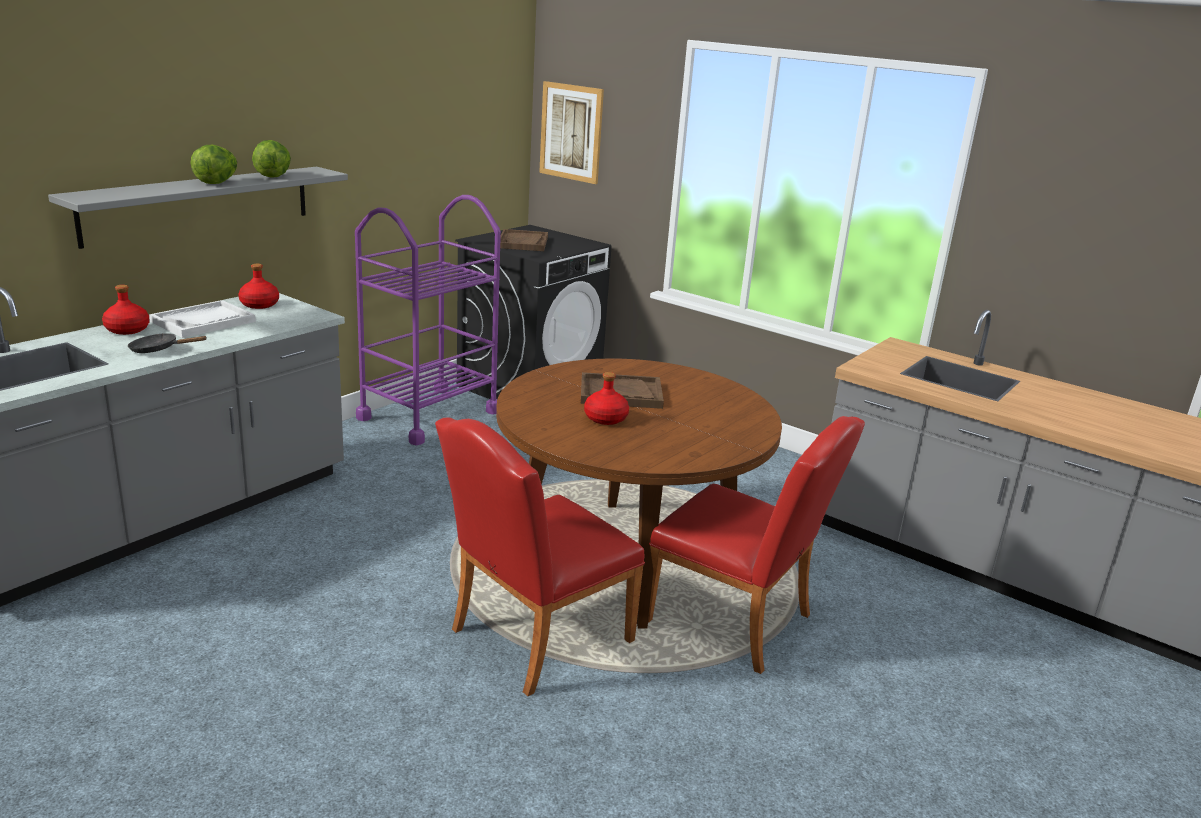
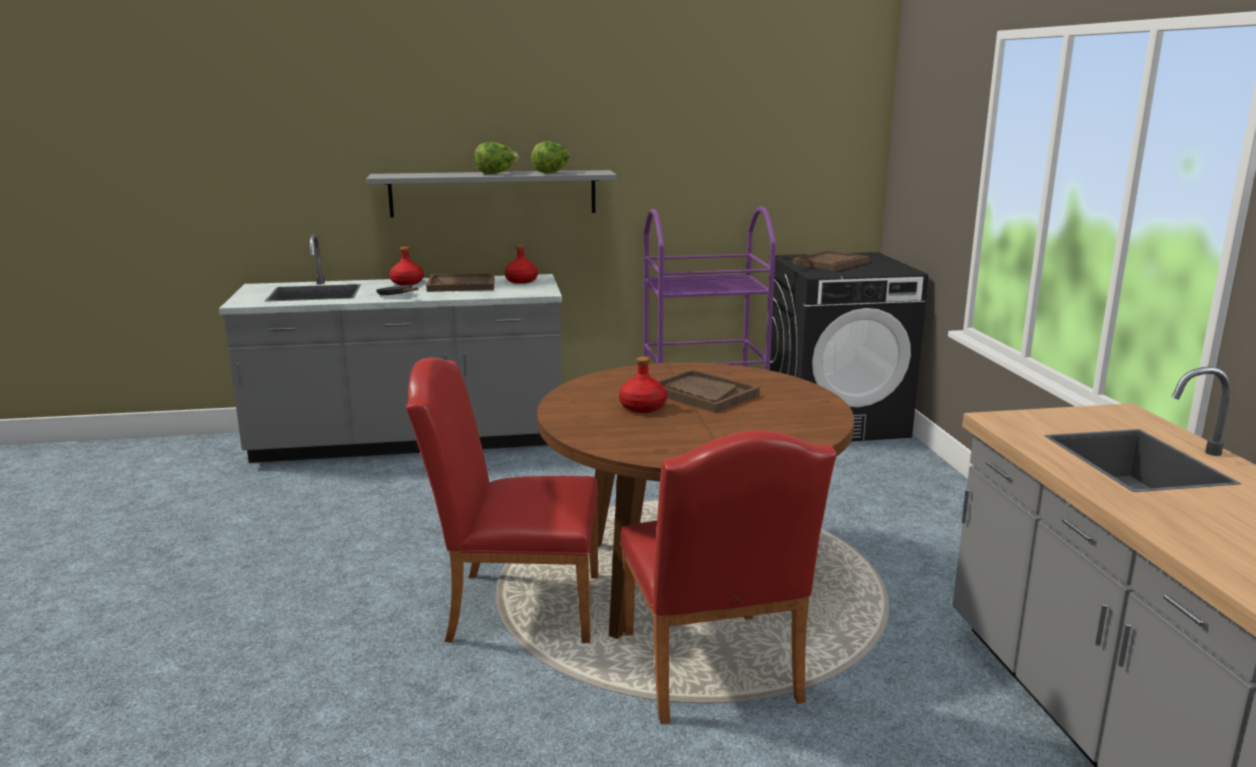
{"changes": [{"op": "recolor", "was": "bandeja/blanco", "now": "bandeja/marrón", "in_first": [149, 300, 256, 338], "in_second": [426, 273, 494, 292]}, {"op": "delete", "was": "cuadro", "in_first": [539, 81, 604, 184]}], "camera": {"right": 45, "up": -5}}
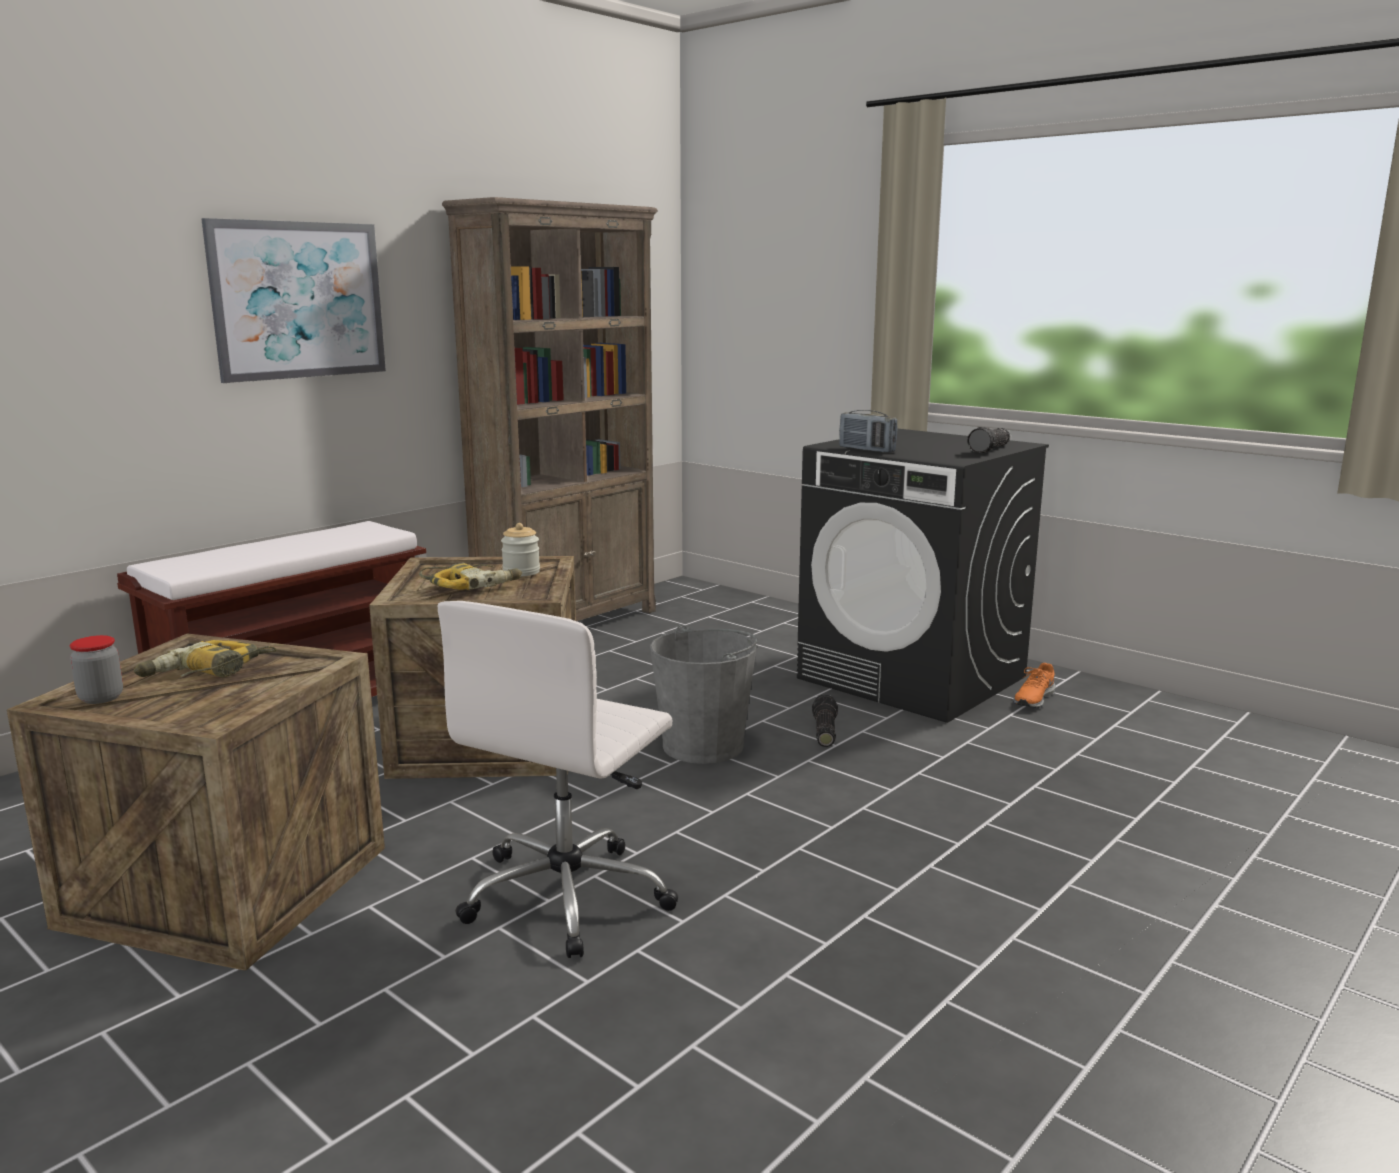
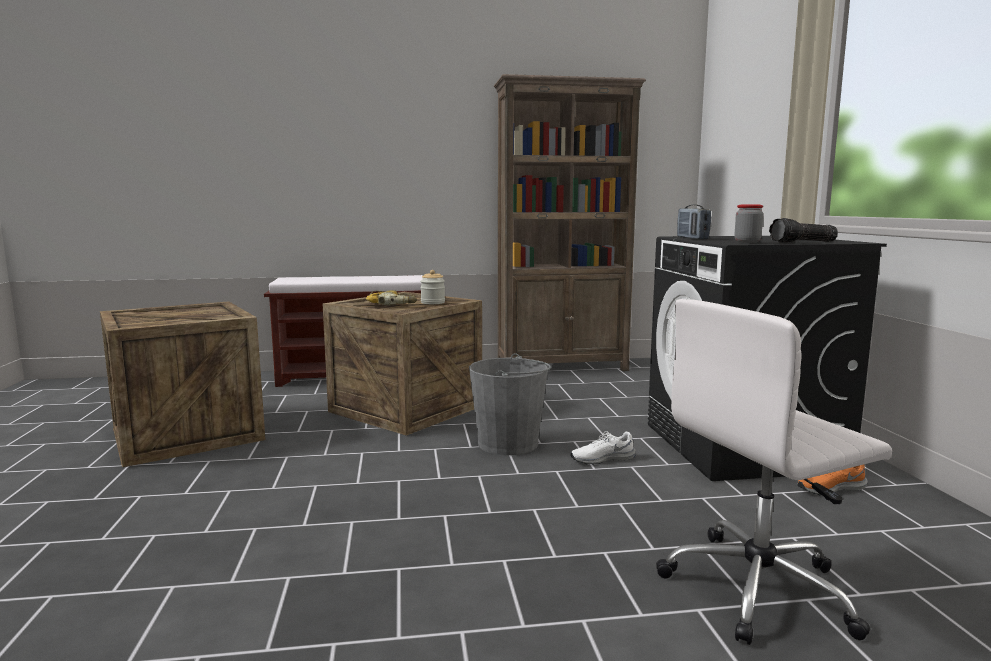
{"changes": [{"op": "move", "was": "tarro", "in_first": [70, 635, 123, 704], "in_second": [734, 204, 763, 243]}, {"op": "delete", "was": "taladro", "in_first": [134, 640, 277, 678]}, {"op": "delete", "was": "cuadro", "in_first": [201, 218, 386, 383]}, {"op": "move", "was": "silla de oficina/blanco", "in_first": [438, 601, 678, 958], "in_second": [656, 299, 892, 645]}, {"op": "replace", "was": "linterna", "now": "zapato/blanco", "in_first": [812, 695, 838, 747], "in_second": [571, 431, 636, 465]}], "camera": {"right": 40, "up": -5}}
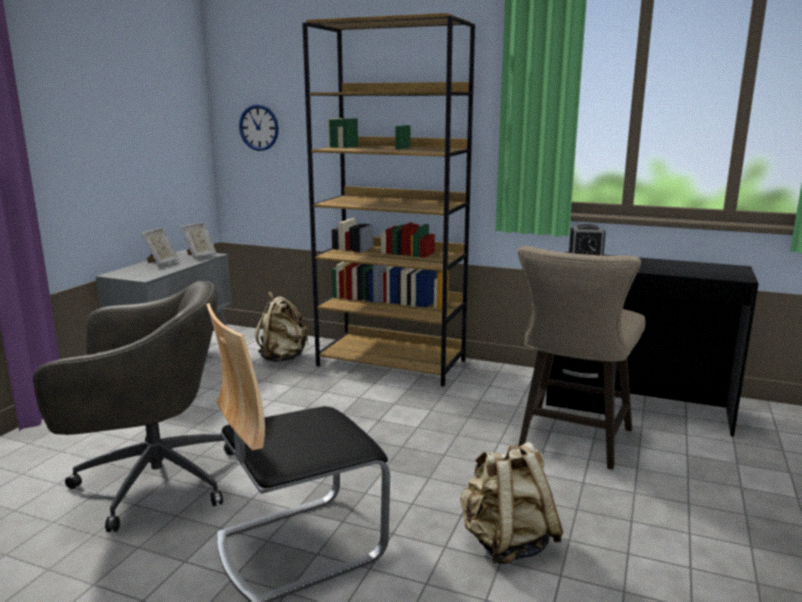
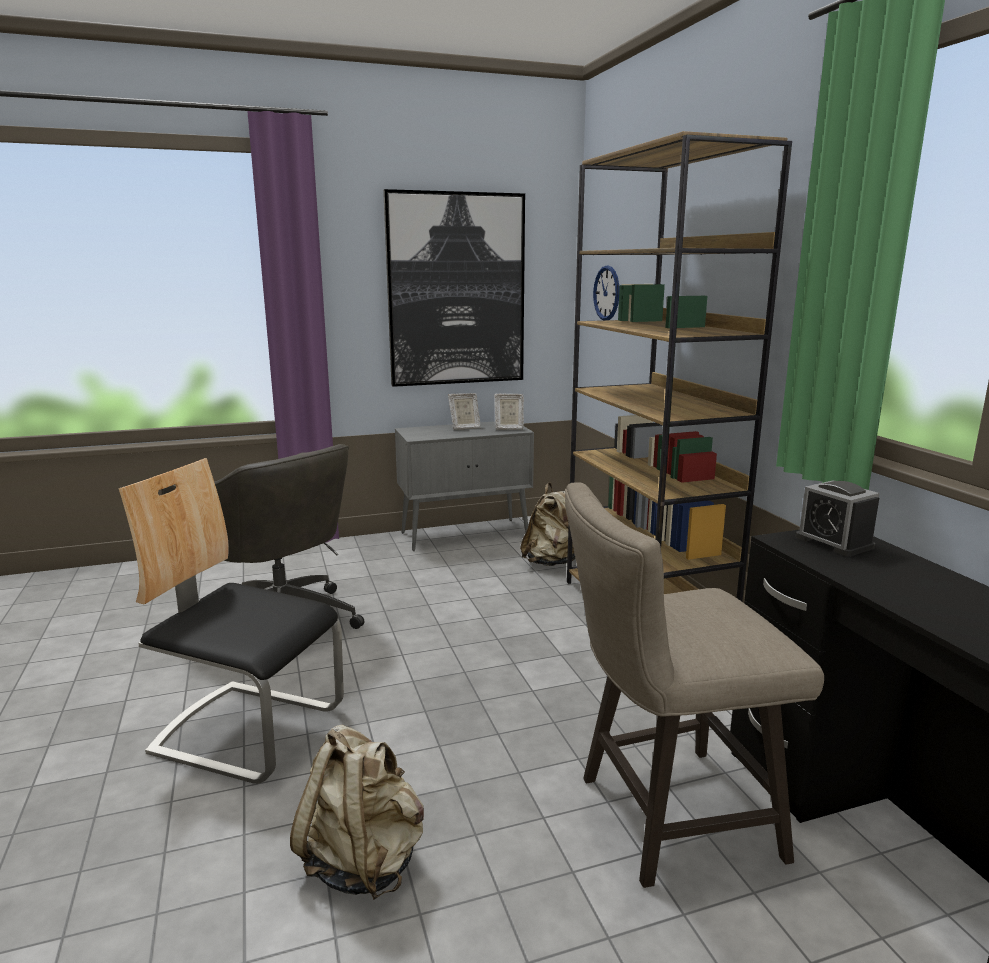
{"changes": [{"op": "insert", "now": "cuadro", "in_second": [383, 189, 525, 387]}], "camera": {"right": 50, "up": 0}}
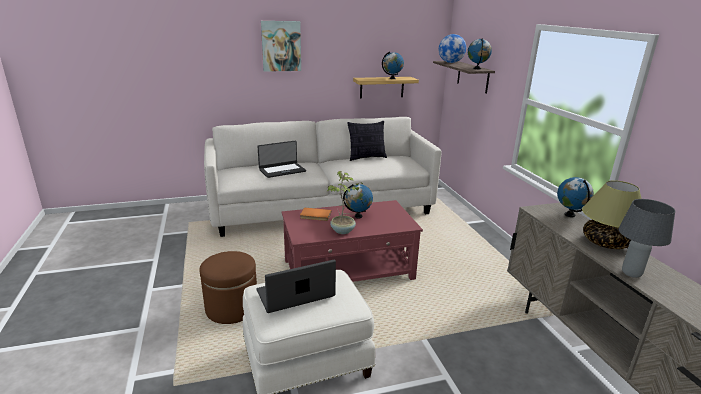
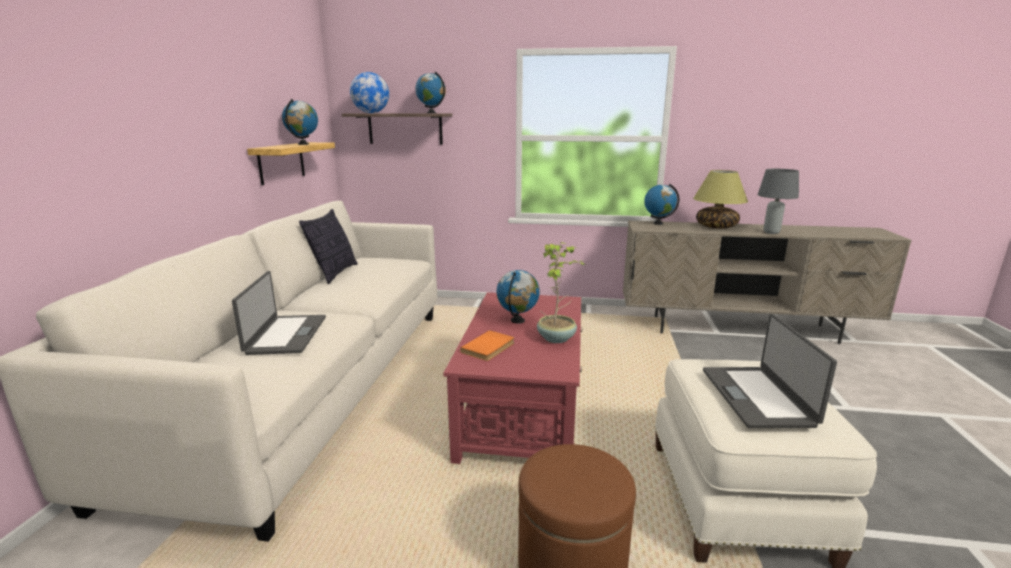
{"changes": [{"op": "delete", "was": "cuadro", "in_first": [261, 21, 301, 72]}], "camera": {"right": -65, "up": -5}}
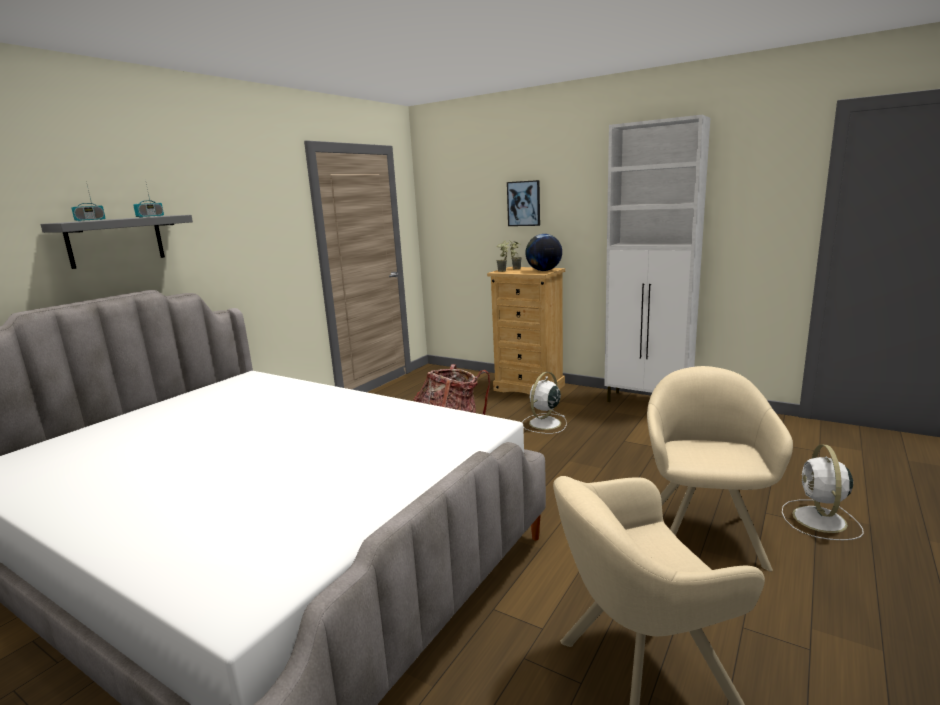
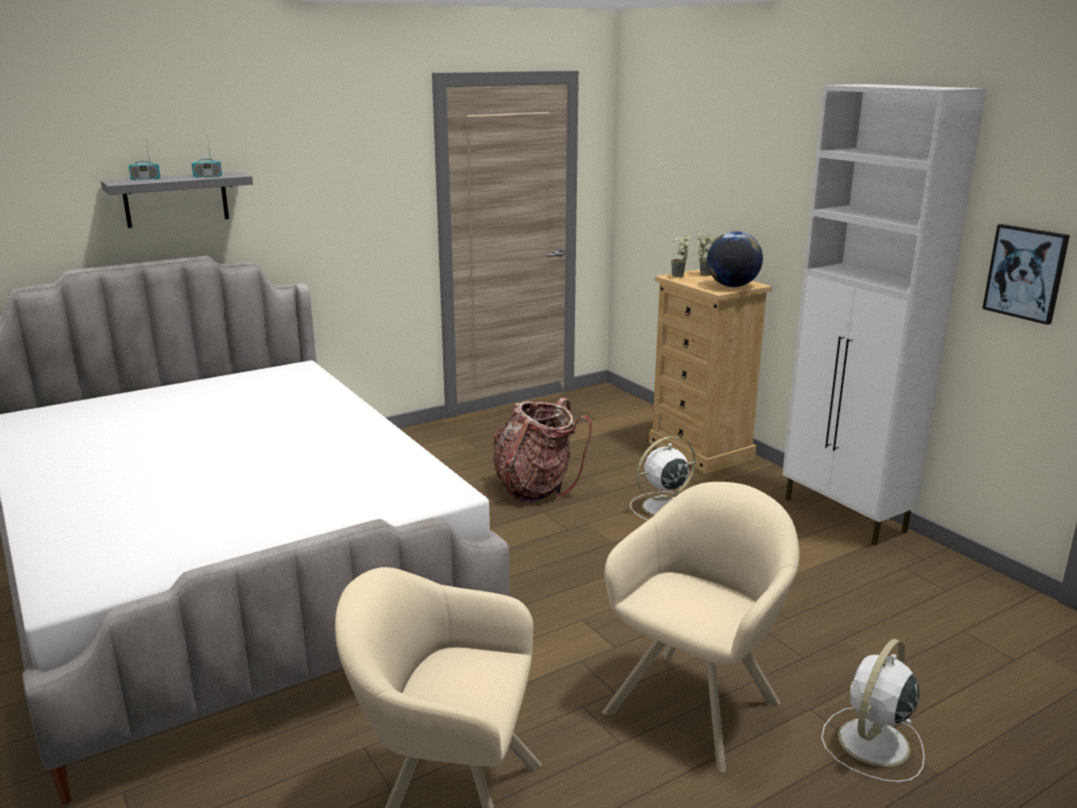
{"changes": [{"op": "move", "was": "cuadro", "in_first": [507, 180, 540, 226], "in_second": [982, 224, 1070, 325]}], "camera": {"right": 25, "up": 5}}
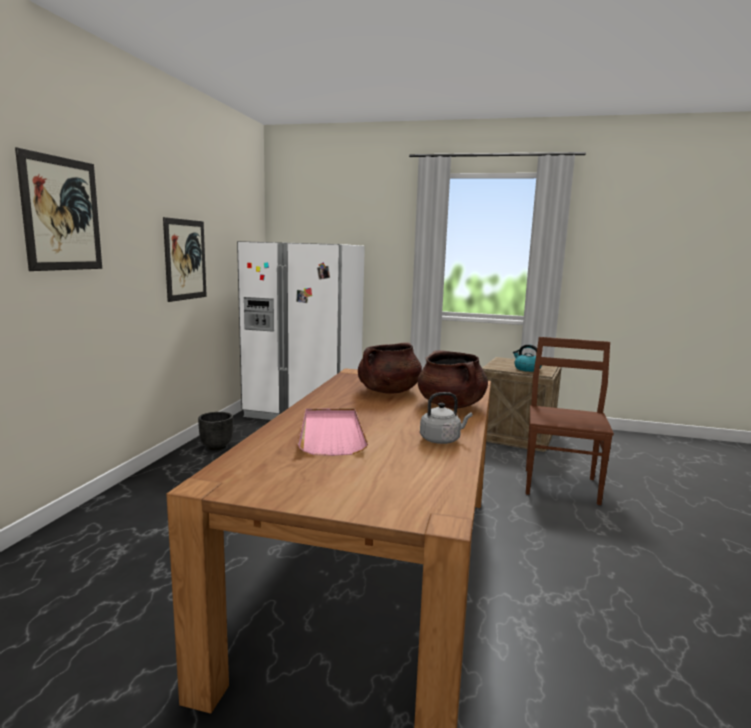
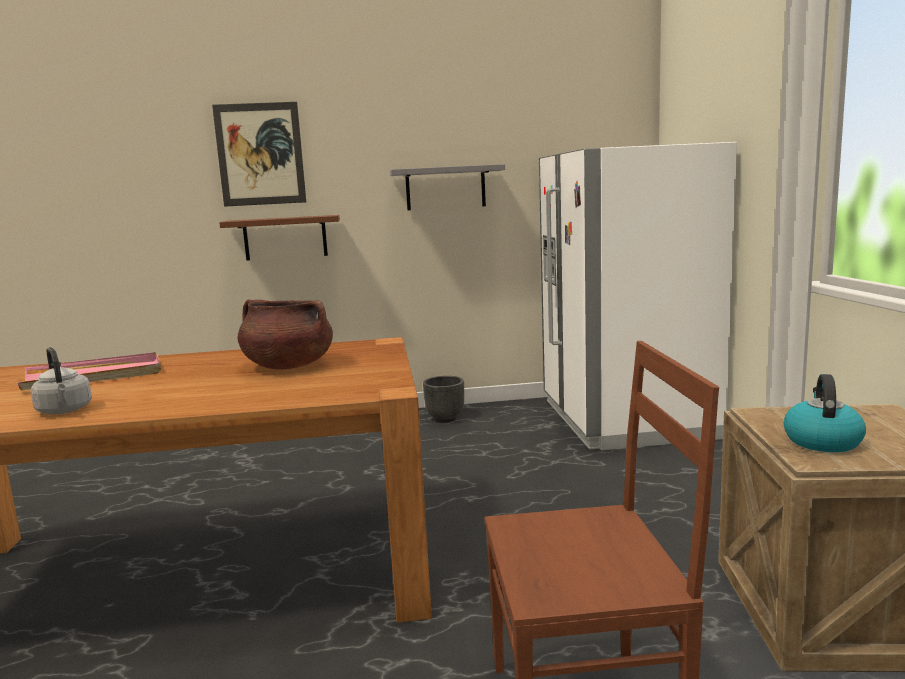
{"changes": [{"op": "replace", "was": "cuadro", "now": "estante/gris", "in_first": [163, 217, 207, 302], "in_second": [390, 164, 505, 210]}, {"op": "delete", "was": "olla/marrón", "in_first": [418, 350, 488, 409]}, {"op": "insert", "now": "estante/marrón", "in_second": [219, 215, 340, 261]}], "camera": {"right": 70, "up": 0}}
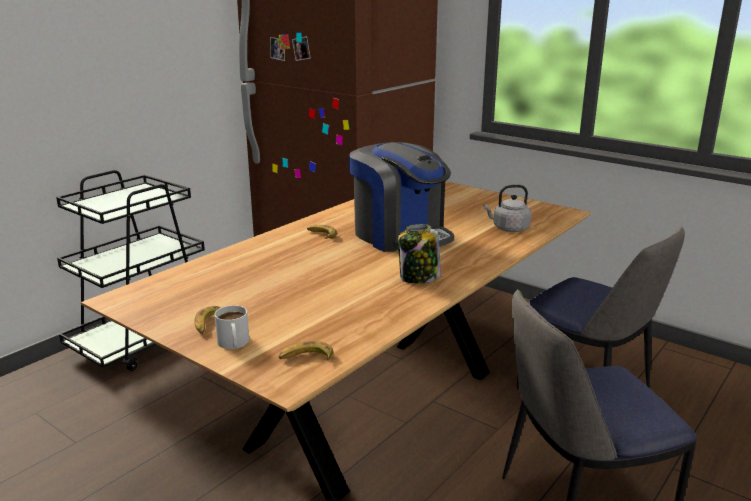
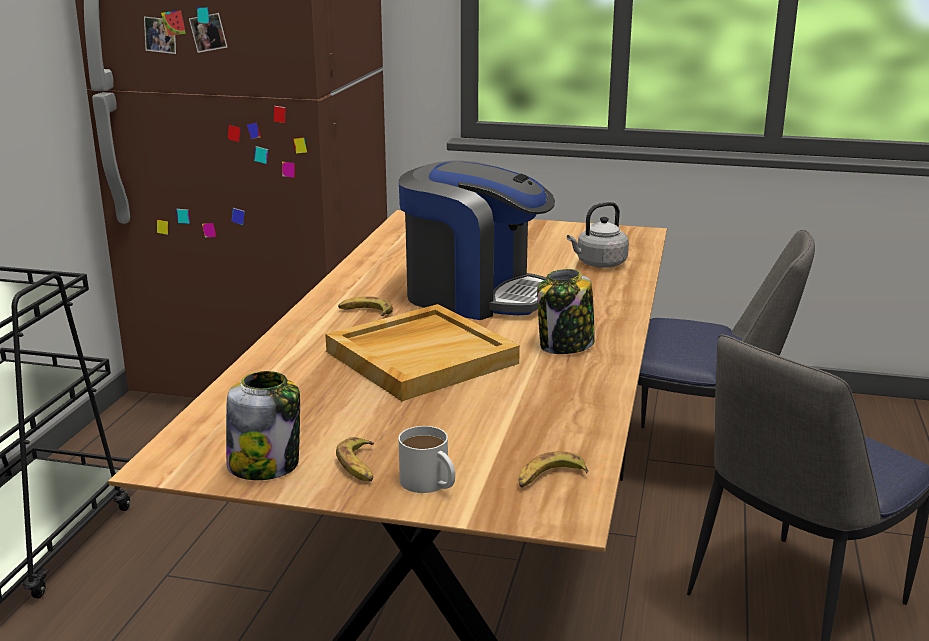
{"changes": [{"op": "insert", "now": "tarro", "in_second": [226, 371, 300, 480]}, {"op": "insert", "now": "bandeja/beis", "in_second": [325, 304, 520, 401]}], "camera": {"right": -25, "up": 0}}
